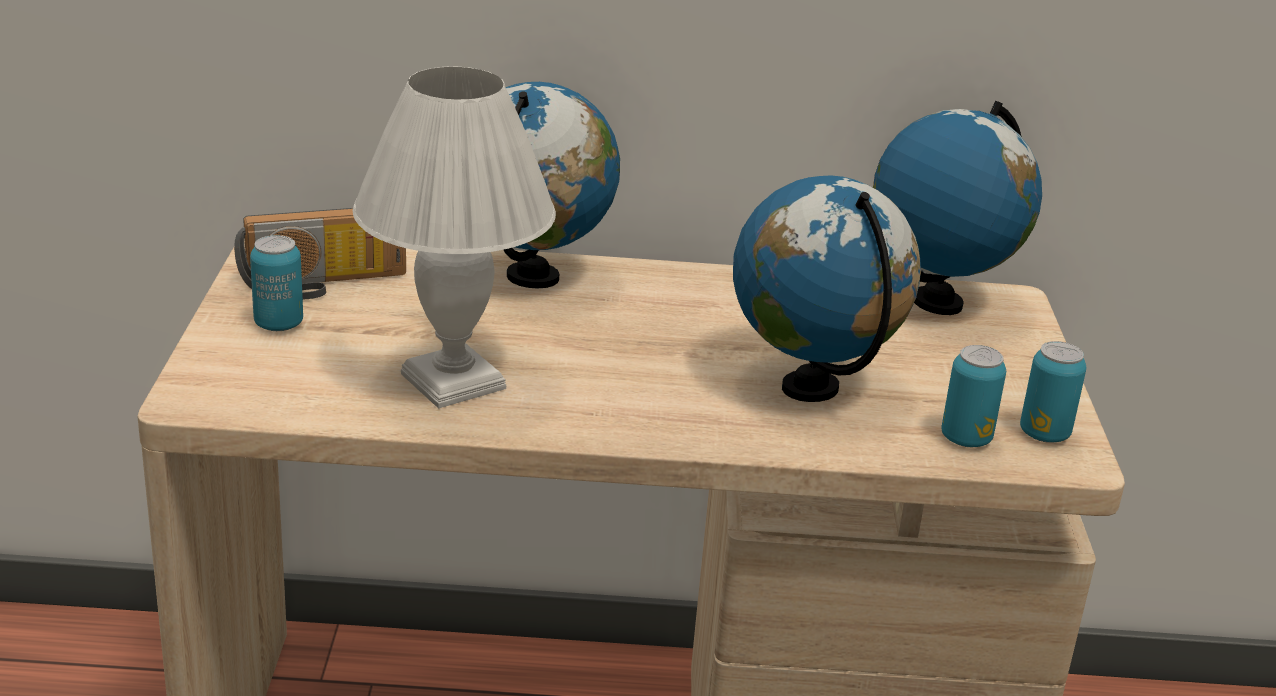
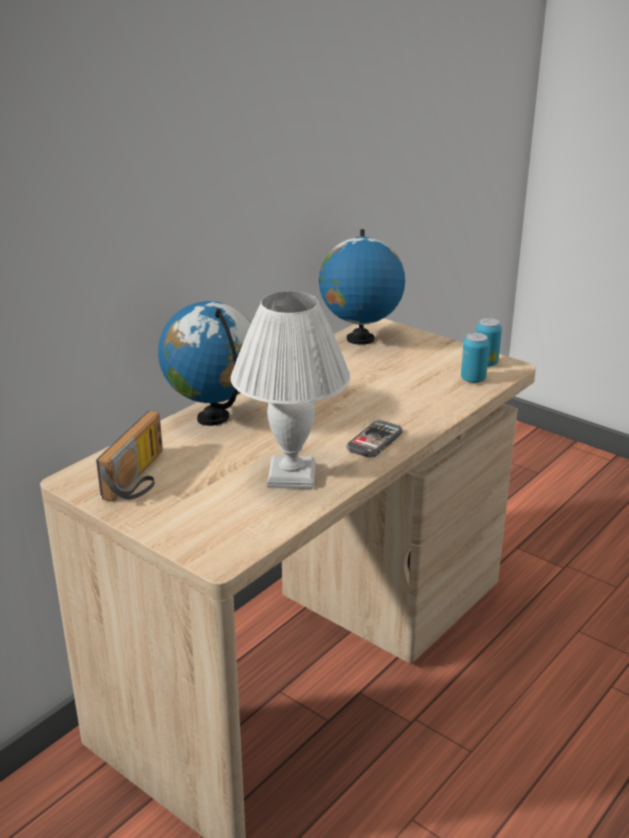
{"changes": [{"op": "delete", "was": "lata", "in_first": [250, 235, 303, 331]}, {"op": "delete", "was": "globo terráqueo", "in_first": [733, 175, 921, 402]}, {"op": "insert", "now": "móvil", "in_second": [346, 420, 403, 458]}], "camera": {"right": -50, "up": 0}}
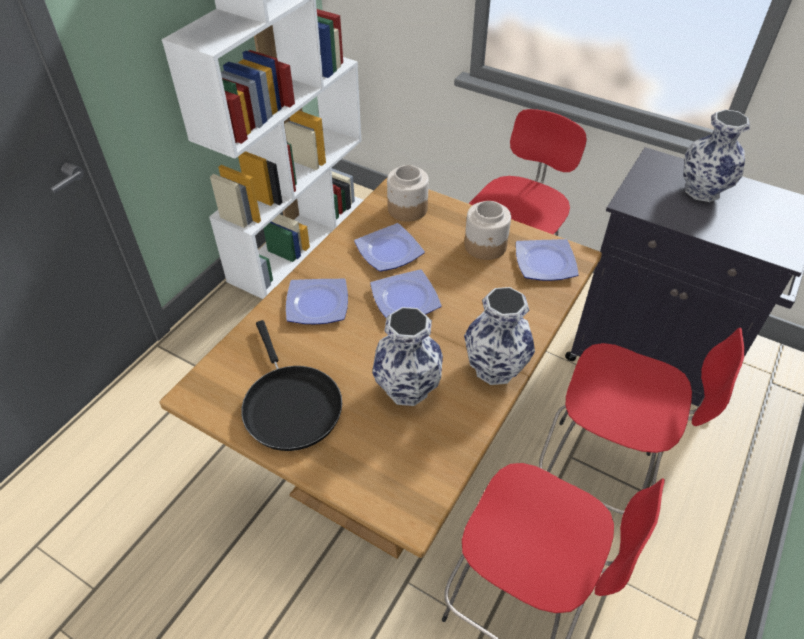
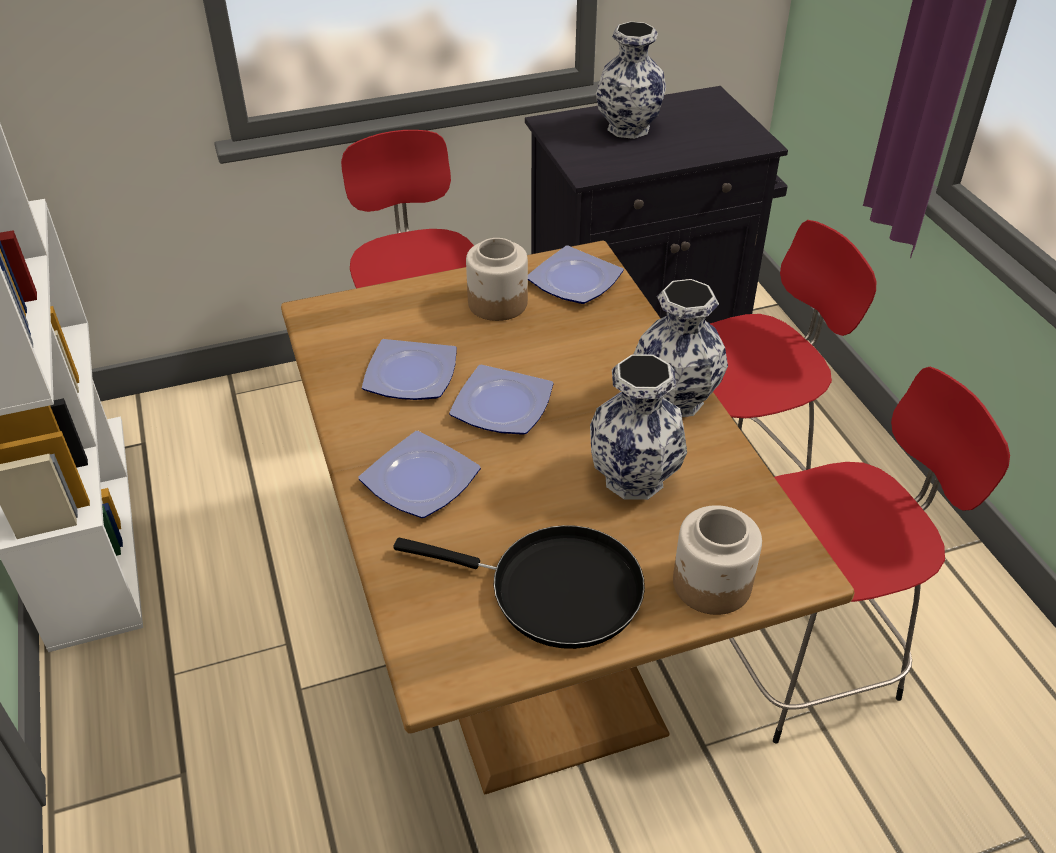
{"changes": [{"op": "move", "was": "tarro", "in_first": [387, 165, 429, 222], "in_second": [673, 505, 762, 615]}], "camera": {"right": -50, "up": -5}}
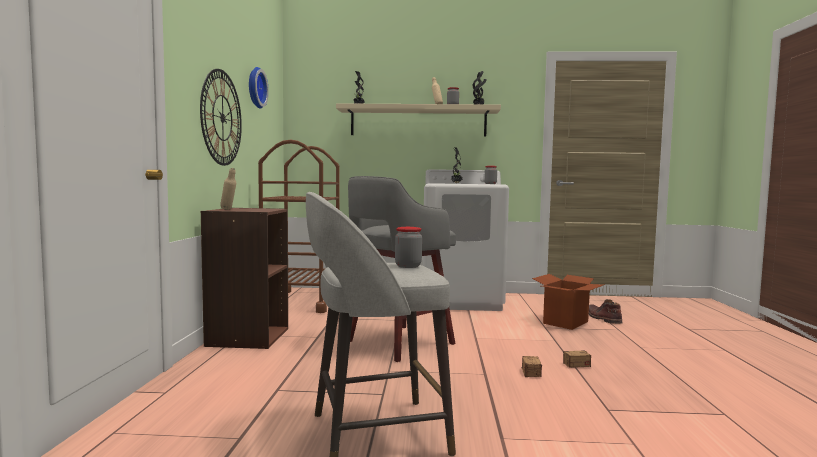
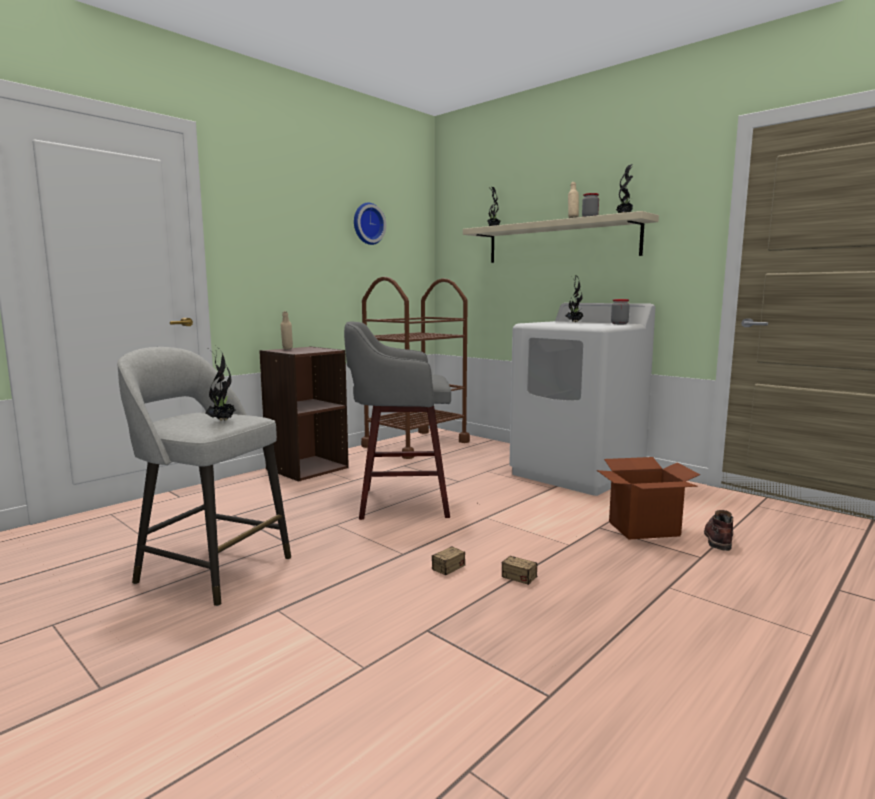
{"changes": [{"op": "delete", "was": "reloj de pared", "in_first": [200, 69, 242, 166]}, {"op": "replace", "was": "tarro", "now": "planta en maceta", "in_first": [395, 227, 422, 268], "in_second": [205, 349, 236, 421]}], "camera": {"right": 40, "up": 5}}
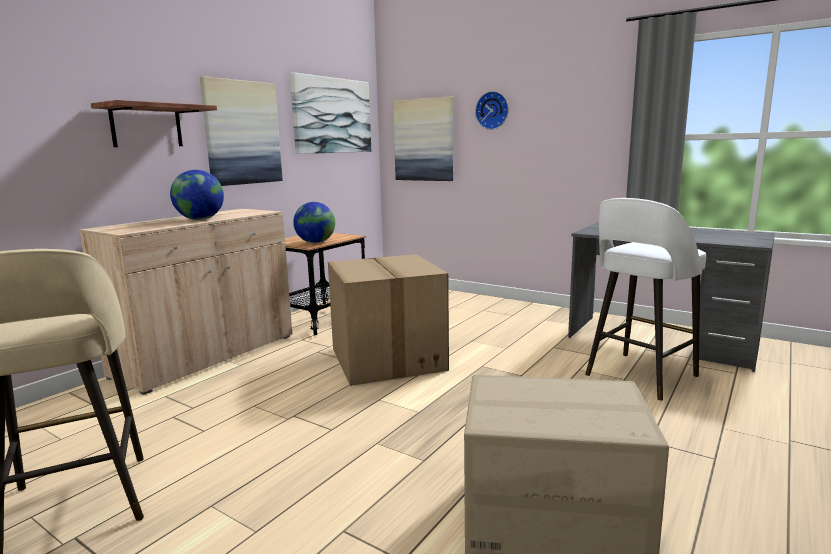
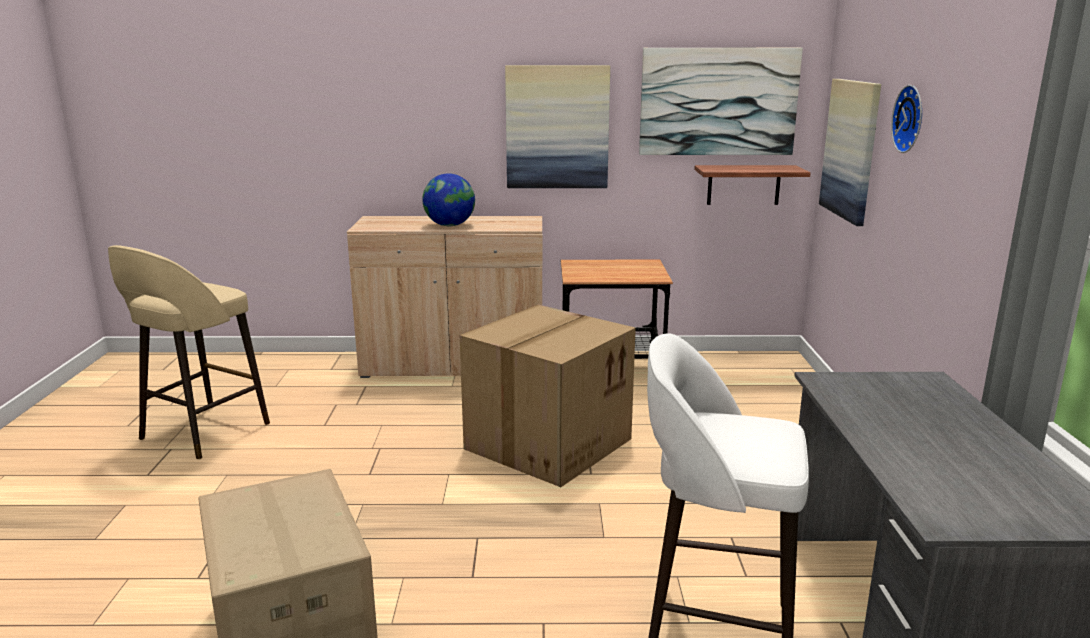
{"changes": [{"op": "move", "was": "estante", "in_first": [91, 100, 217, 147], "in_second": [694, 165, 811, 205]}, {"op": "delete", "was": "globo terráqueo", "in_first": [293, 202, 335, 243]}], "camera": {"right": 55, "up": 5}}
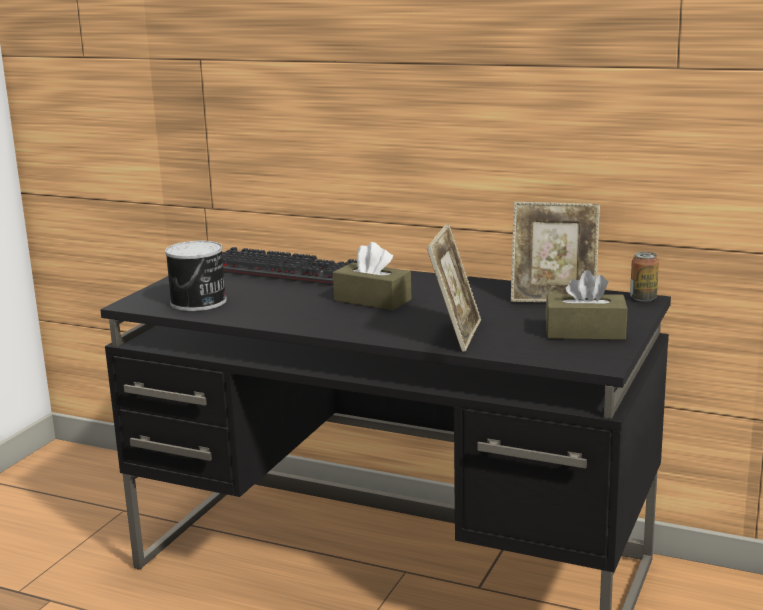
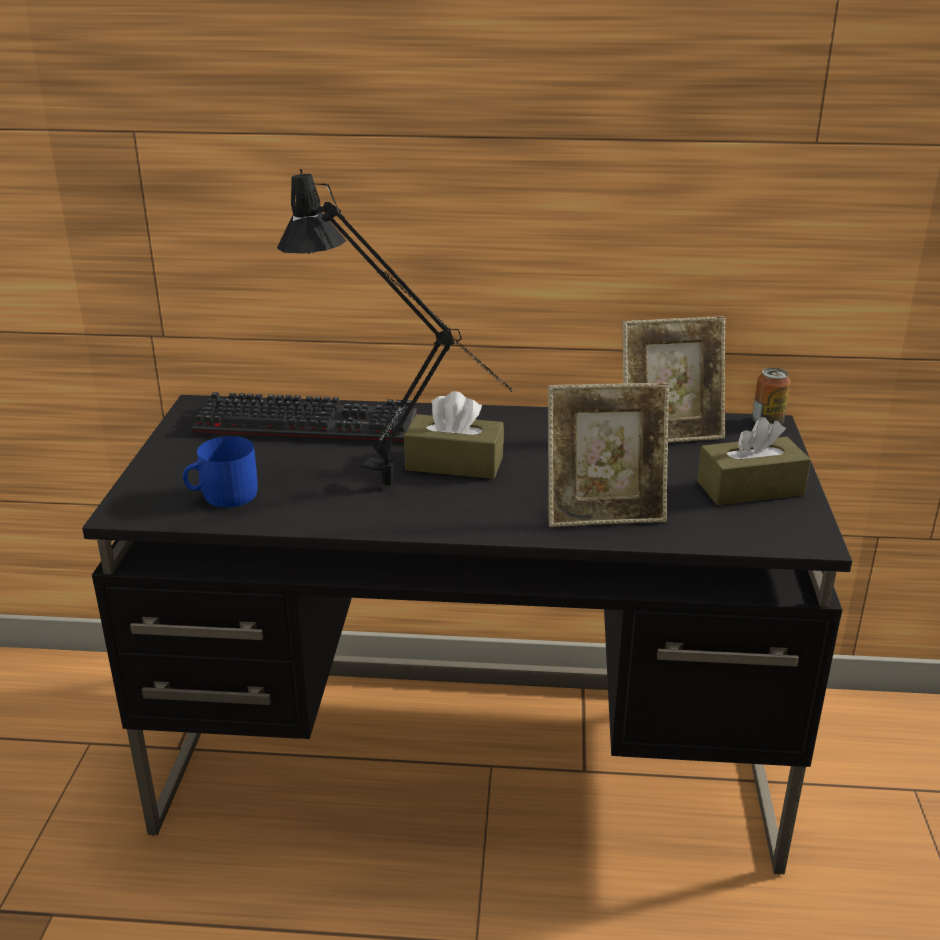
{"changes": [{"op": "replace", "was": "lata", "now": "taza grande/azul", "in_first": [165, 241, 227, 311], "in_second": [183, 436, 258, 508]}, {"op": "rotate", "was": "portarretratos", "in_first": [427, 223, 481, 352], "in_second": [548, 383, 669, 527], "clockwise": 90}, {"op": "insert", "now": "lámpara de mesa/negro", "in_second": [277, 169, 513, 485]}], "camera": {"right": -20, "up": 10}}
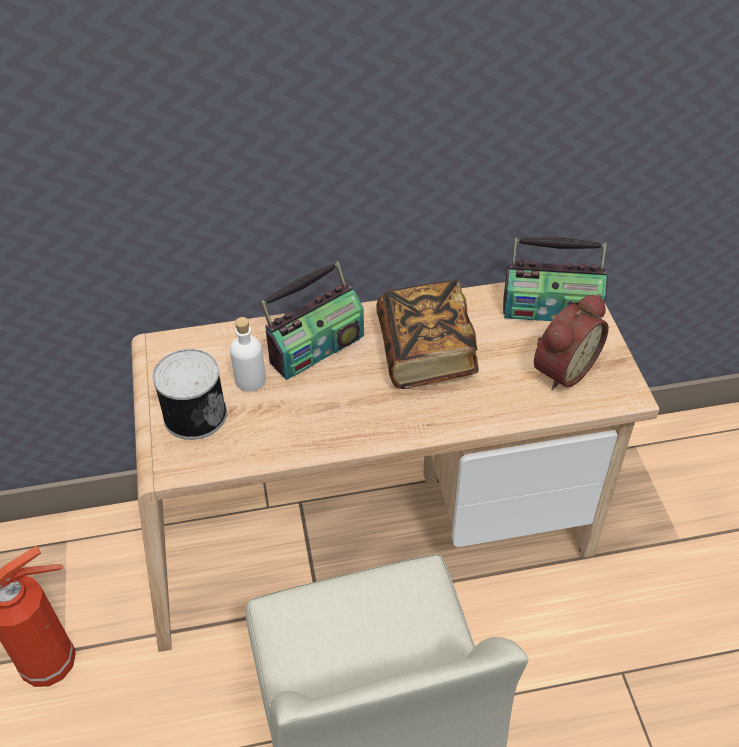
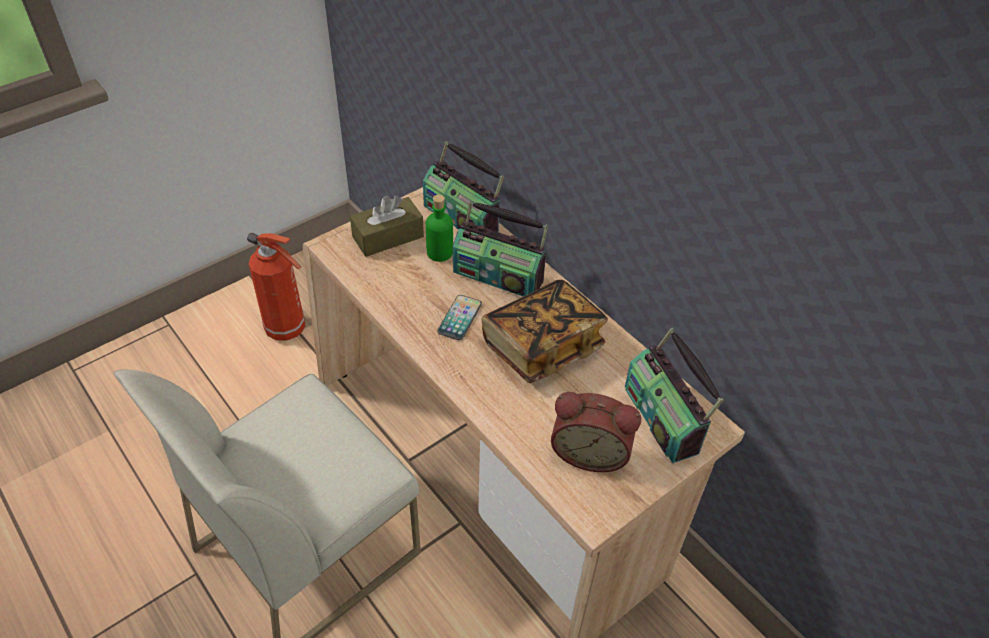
{"changes": [{"op": "replace", "was": "lata", "now": "caja de pañuelos/marrón", "in_first": [152, 349, 227, 440], "in_second": [350, 195, 424, 257]}, {"op": "recolor", "was": "botella/blanco", "now": "botella/verde", "in_first": [230, 317, 266, 392], "in_second": [426, 195, 453, 262]}, {"op": "insert", "now": "radio", "in_second": [423, 141, 504, 232]}, {"op": "insert", "now": "móvil", "in_second": [437, 295, 482, 340]}], "camera": {"right": 60, "up": 0}}
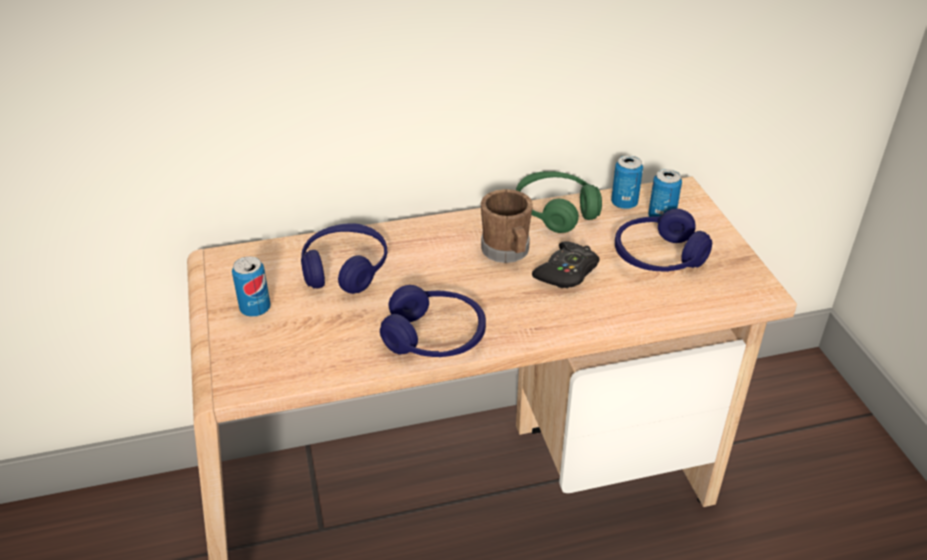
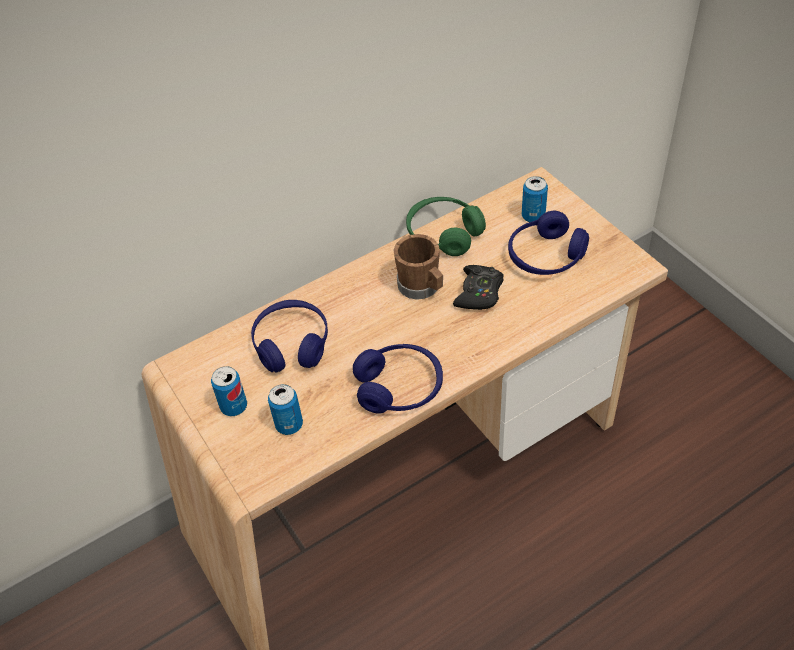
{"changes": [{"op": "move", "was": "lata", "in_first": [611, 156, 643, 209], "in_second": [268, 384, 303, 435]}], "camera": {"right": -15, "up": 10}}
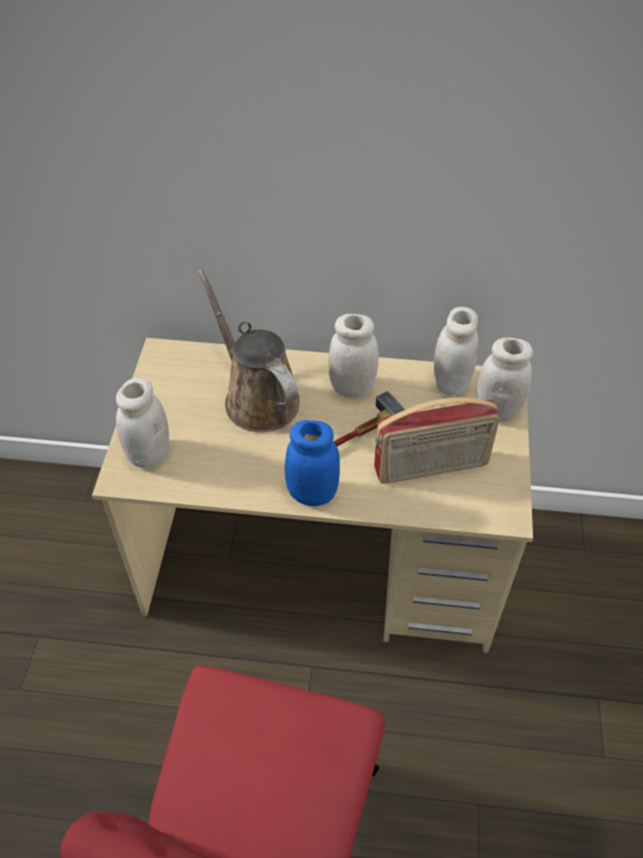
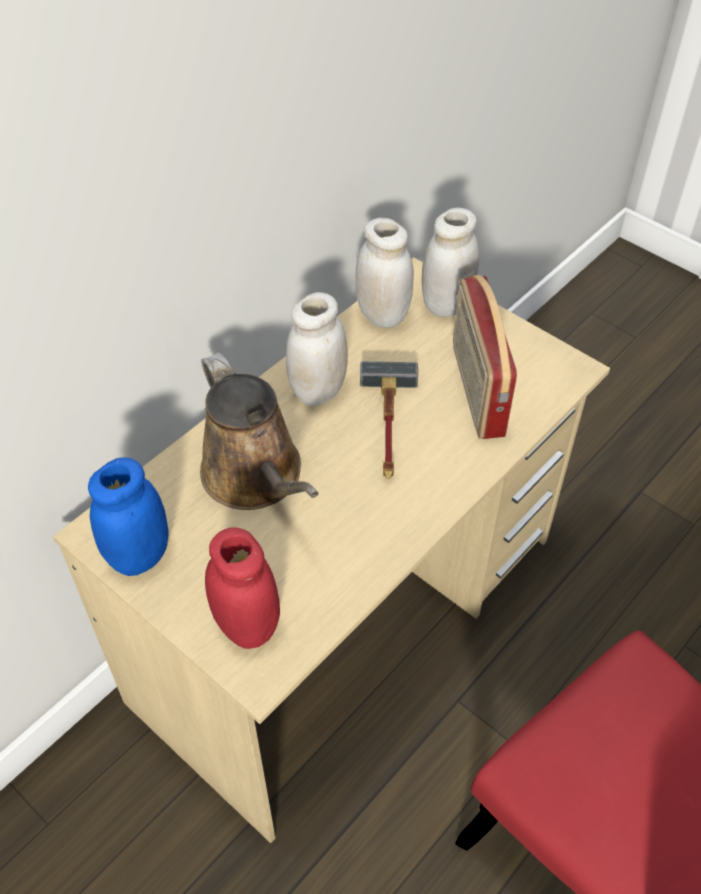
{"changes": [{"op": "recolor", "was": "tarro/blanco", "now": "tarro/rojo", "in_first": [116, 378, 169, 468], "in_second": [205, 527, 280, 649]}, {"op": "rotate", "was": "regadera/marrón", "in_first": [198, 269, 300, 432], "in_second": [200, 352, 319, 510], "clockwise": -120}, {"op": "move", "was": "tarro/azul", "in_first": [285, 420, 340, 506], "in_second": [88, 457, 169, 576]}, {"op": "rotate", "was": "radio", "in_first": [374, 398, 500, 484], "in_second": [453, 275, 517, 439], "clockwise": 150}], "camera": {"right": -55, "up": 0}}
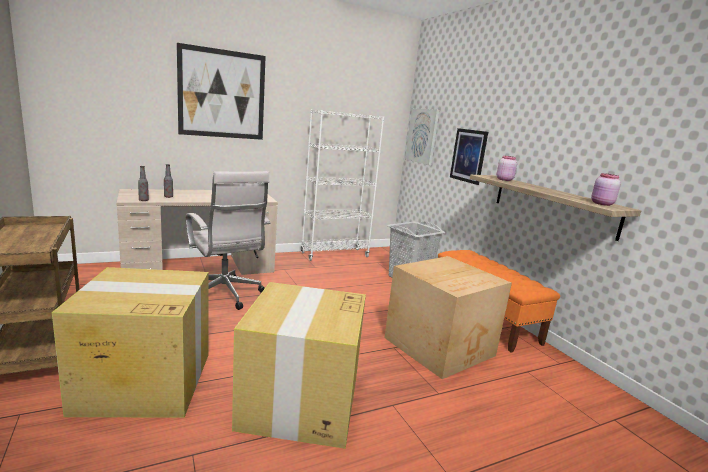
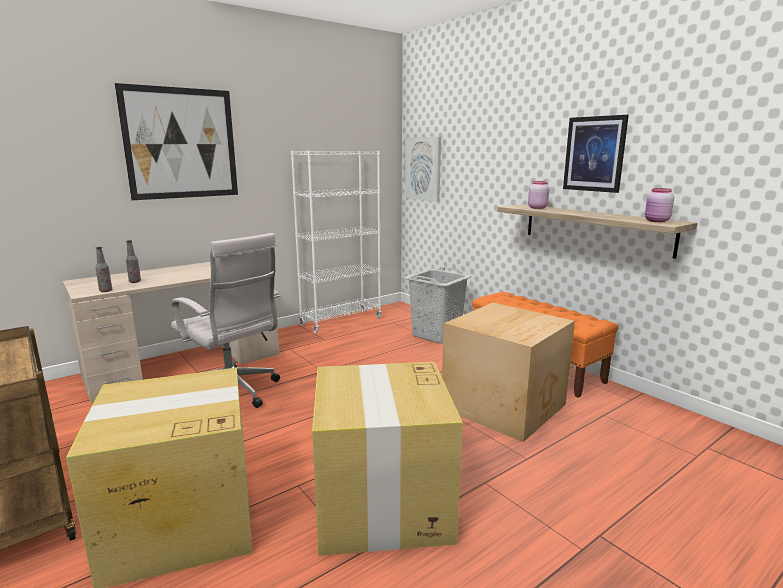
{"changes": [{"op": "move", "was": "cuadro", "in_first": [450, 128, 488, 185], "in_second": [563, 115, 629, 193]}], "camera": {"right": -10, "up": 0}}
